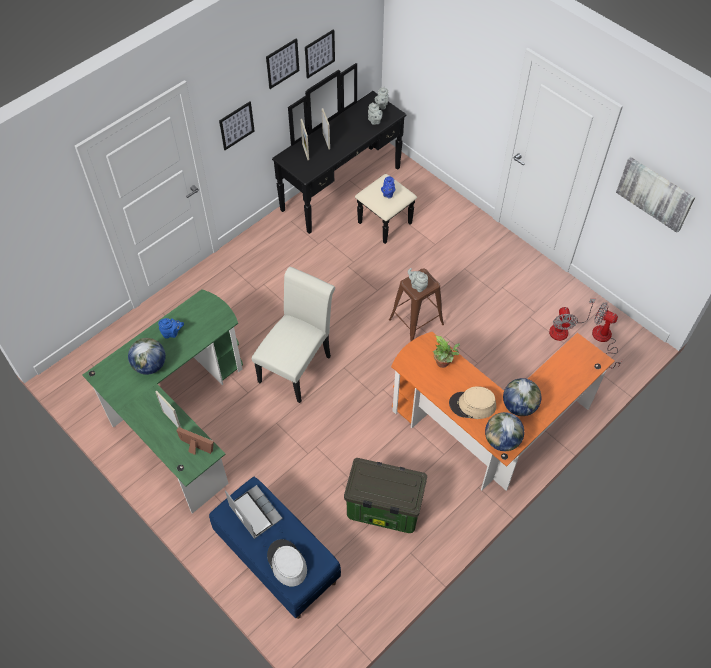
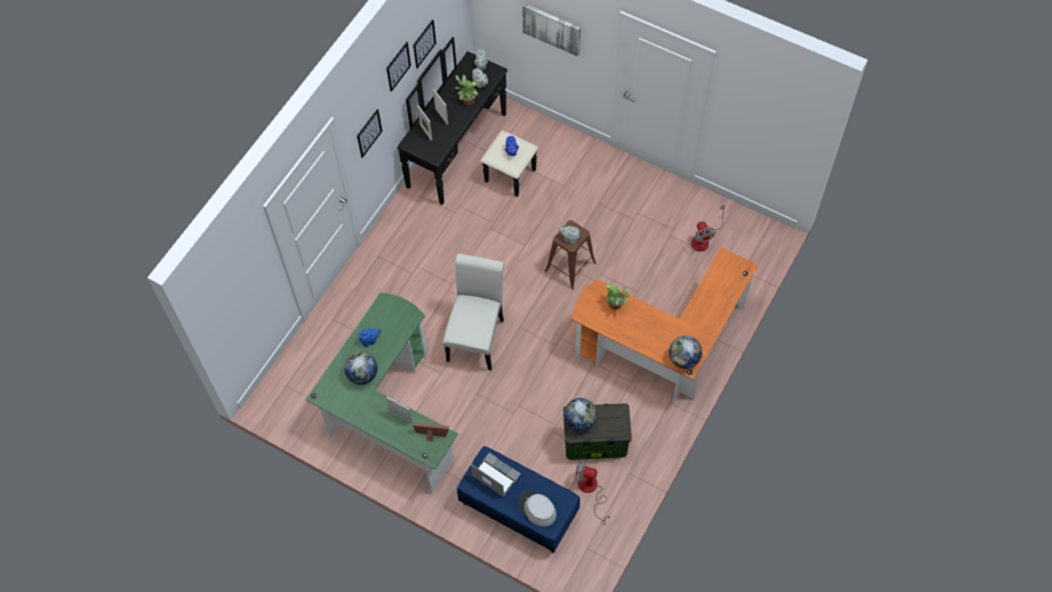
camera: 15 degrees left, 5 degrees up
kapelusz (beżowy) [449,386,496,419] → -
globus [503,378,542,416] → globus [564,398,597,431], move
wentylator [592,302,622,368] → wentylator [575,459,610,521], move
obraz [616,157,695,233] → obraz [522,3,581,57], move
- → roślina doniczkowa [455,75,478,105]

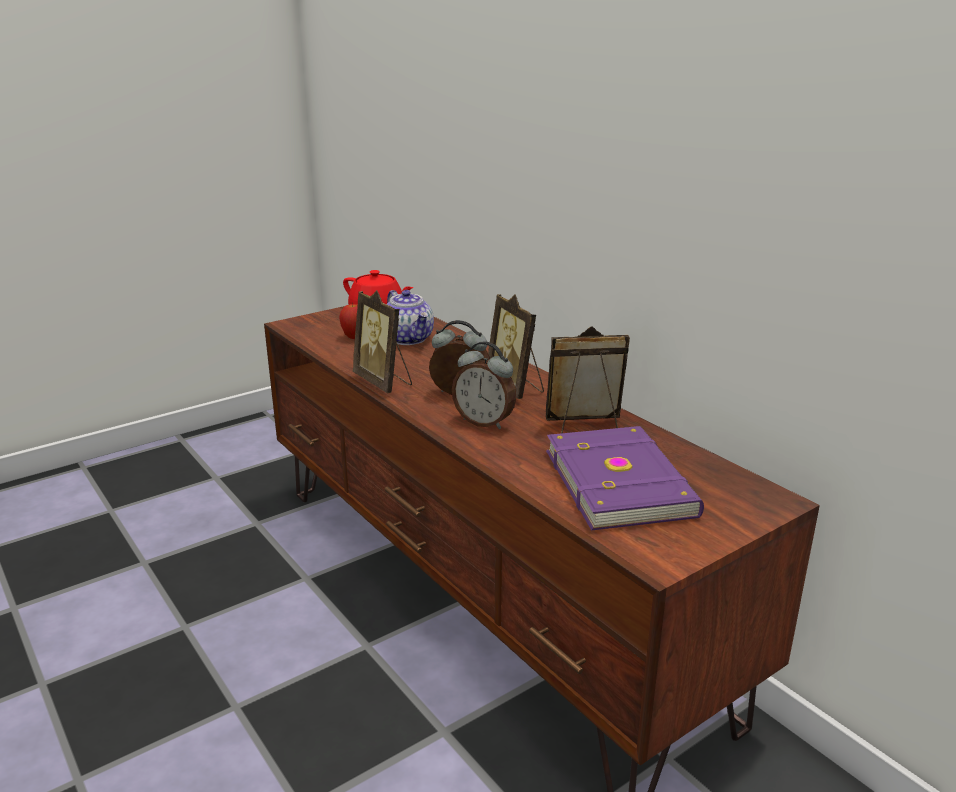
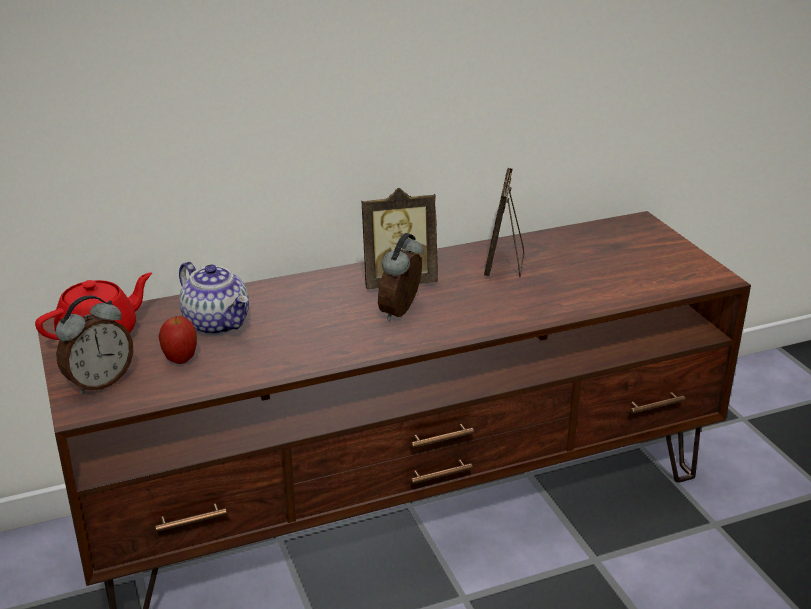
camera: 75 degrees left, 5 degrees up
ramka na zdjęcie [353,290,412,393] → -
imbryk [387,290,434,345] → imbryk [179,261,249,335], 60 degrees clockwise
budzik [452,341,516,429] → budzik [56,295,133,394], move
książka (fioletowy) [546,426,704,530] → -

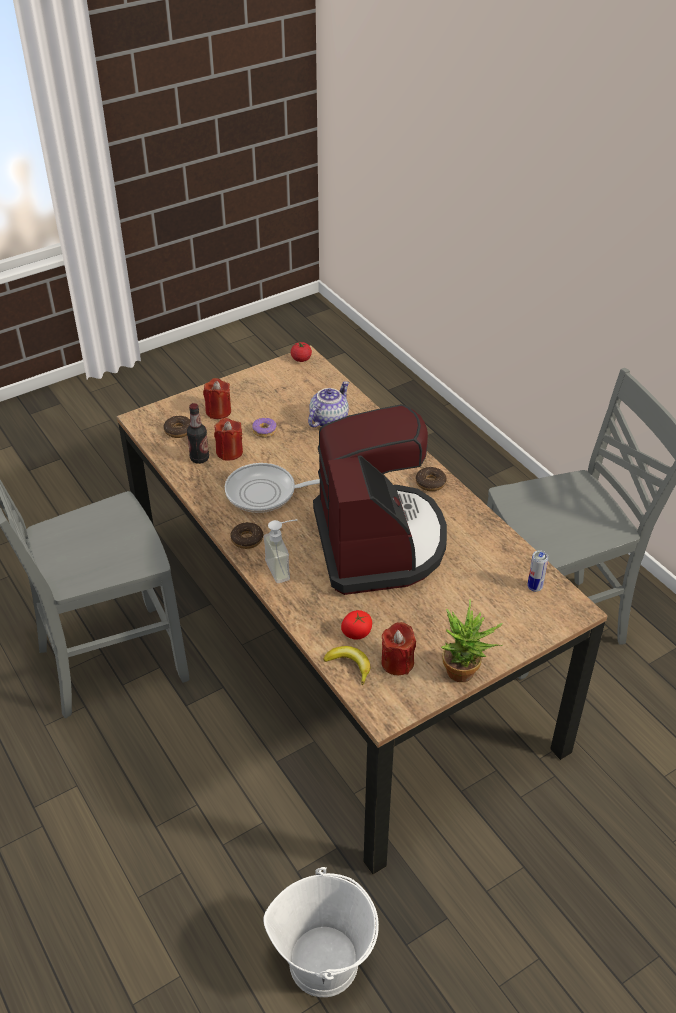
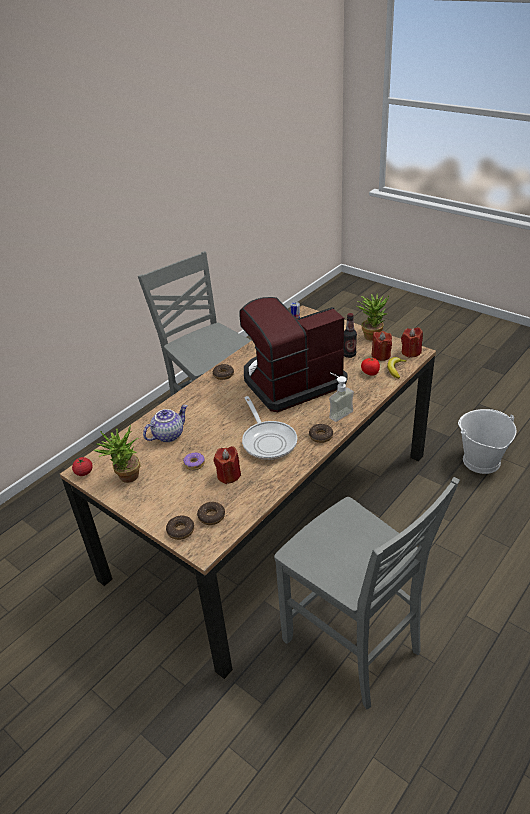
camera: 105 degrees left, 5 degrees down
butelka [187,403,209,464] → butelka [343,313,357,358], move
świeca (czerwony) [203,378,231,419] → świeca (czerwony) [401,327,423,358], move
imbryk [308,381,349,427] → imbryk [143,405,188,442], 120 degrees clockwise
- → roślina doniczkowa [94,425,141,483]
- → donut [166,516,194,540]

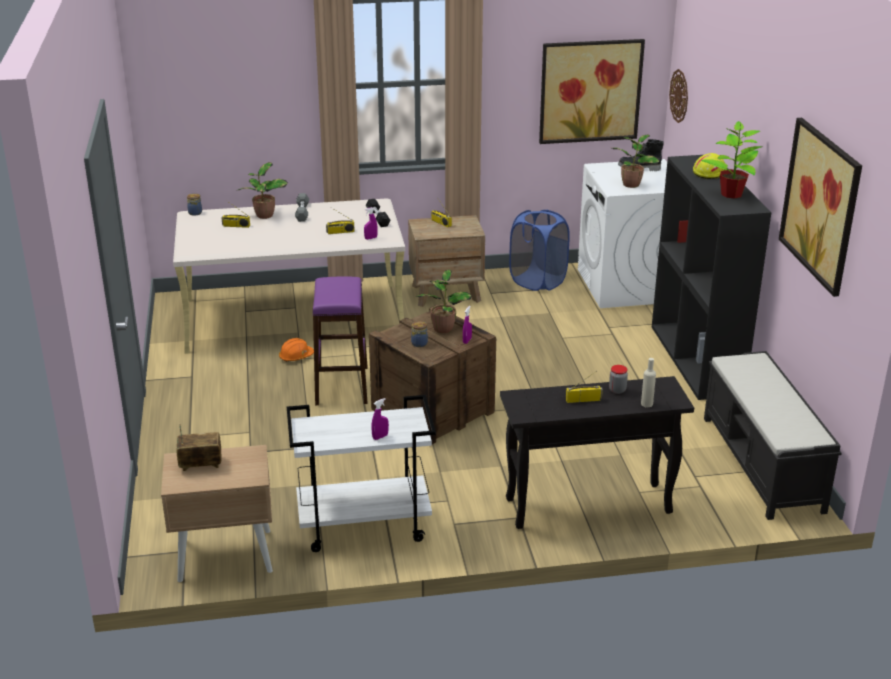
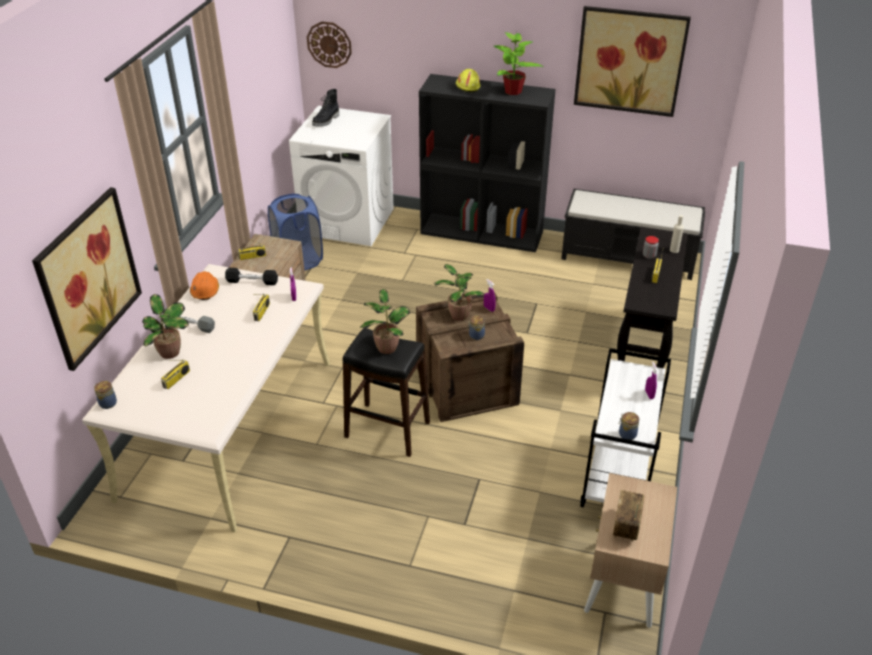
camera: 65 degrees left, 10 degrees up
kask (pomarańczowy) [279,338,314,362] → kask (pomarańczowy) [190,271,219,300], move
stołek (fioletowy) [313,276,368,405] → stołek (czarny) [343,328,430,457]
obraz [539,39,645,144] → obraz [32,187,142,371], move
roślina doniczkowa [611,135,660,188] → roślina doniczkowa [360,289,410,354], move
- → słoik [619,412,639,440]

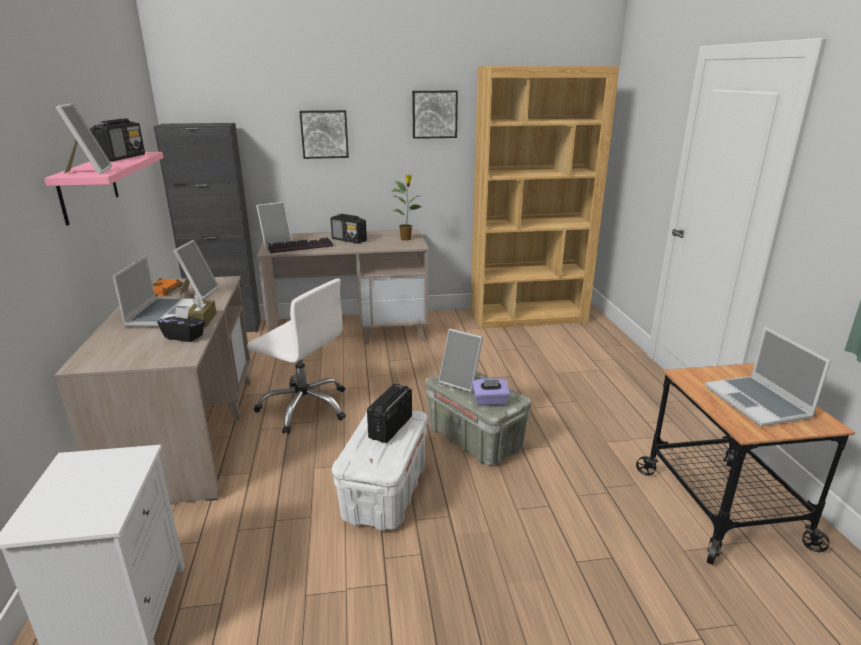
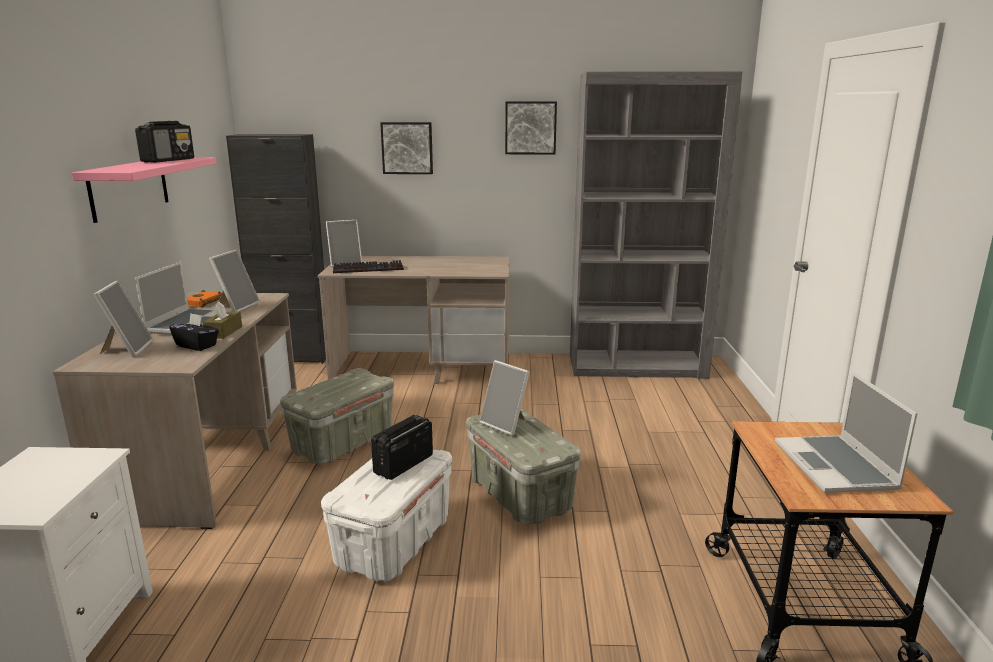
camera: 10 degrees right, 5 degrees down
ramka na zdjęcie [56,103,112,174] → ramka na zdjęcie [93,281,153,357], move
krzesło biurowe (biały) [247,279,346,434] → pojemnik do przechowywania (szary) [280,368,394,464]
radio [331,214,367,244] → -
roślina doniczkowa [391,174,421,241] → -
regał (brązowy) [470,66,619,329] → regał (szary) [570,71,743,379]
pudełko chusteczek (fioletowy) [472,378,510,406] → -

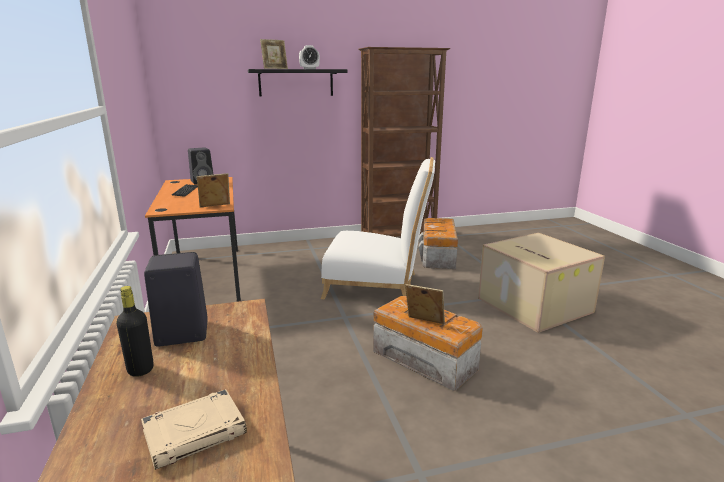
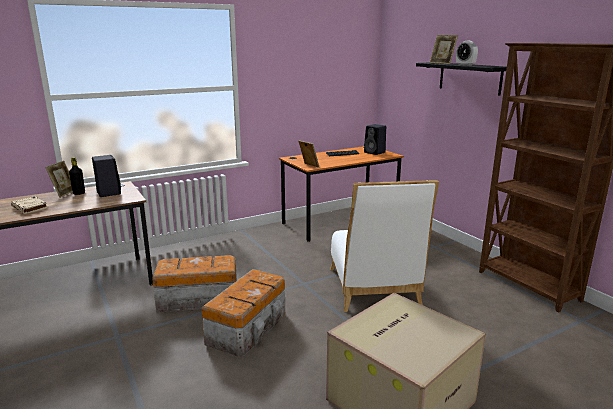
camera: 75 degrees right, 0 degrees up
ramka na zdjęcie [405,284,445,324] → ramka na zdjęcie [45,161,73,198], move
pojemnik do przechowywania [419,218,458,269] → pojemnik do przechowywania [152,255,237,313], move

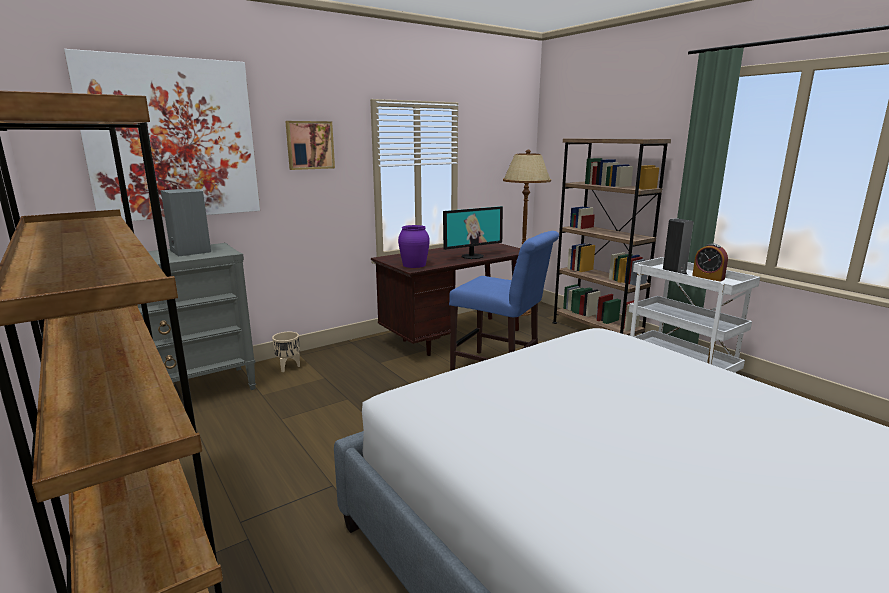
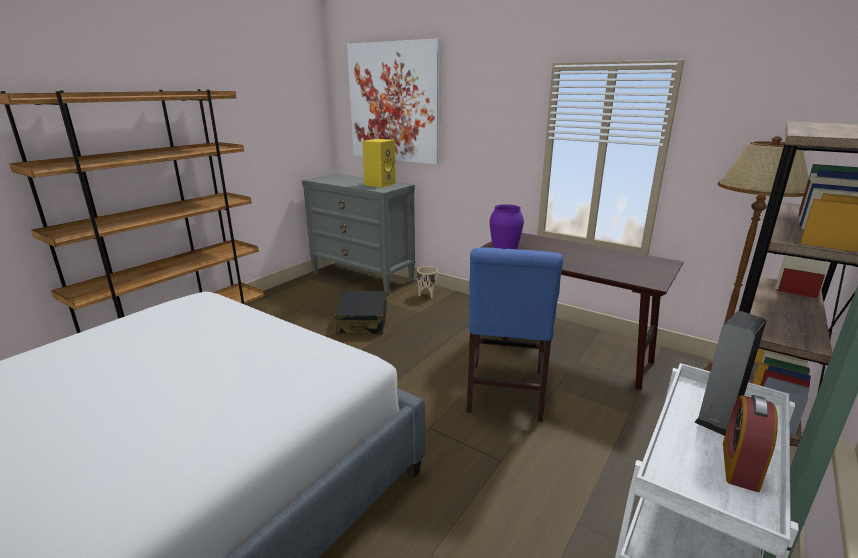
camera: 70 degrees right, 5 degrees up
głośnik (szary) [161,188,211,256] → głośnik (żółty) [362,139,396,188]
obraz [285,121,335,170] → -
monitor [443,206,503,259] → -
- → walizka (czarny) [335,291,387,335]

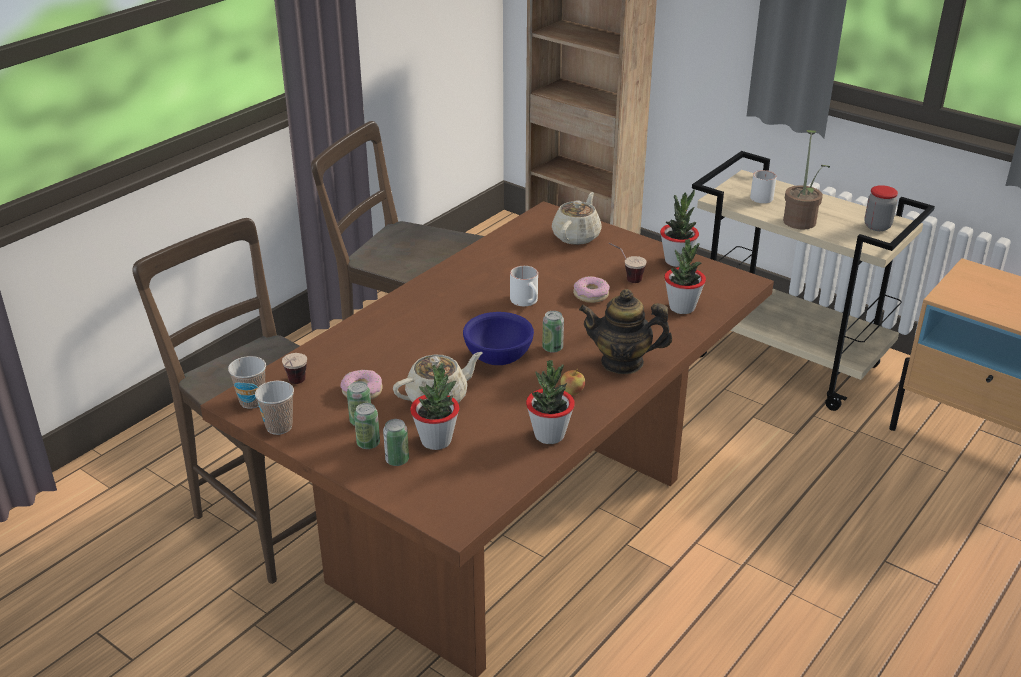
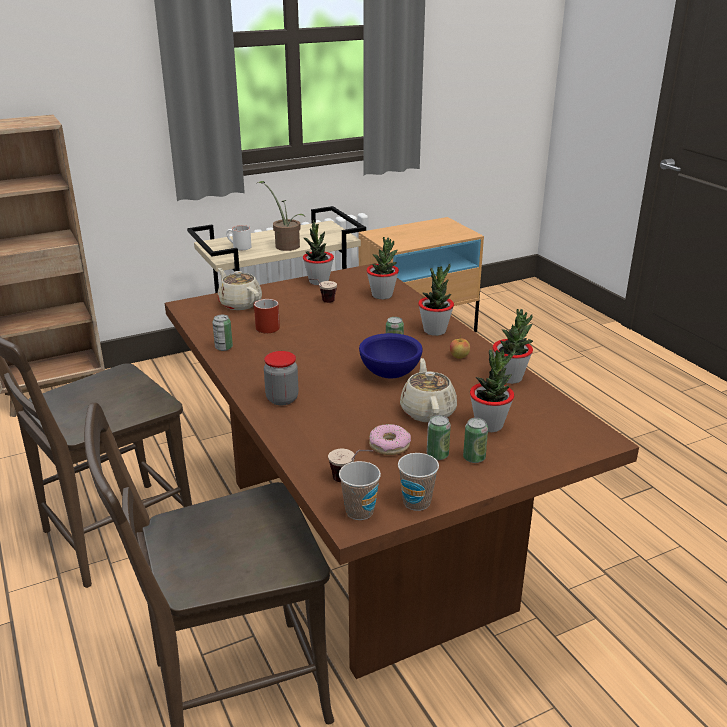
camera: 65 degrees left, 5 degrees down
puszka [383,419,409,466] → puszka [213,315,233,351], move
kubek (biały) [510,266,538,306] → -
donut [573,276,610,303] → -
imbryk [579,289,672,374] → roślina doniczkowa [418,263,454,336]
słoik [864,185,898,231] → słoik [264,351,298,405], move
- → kubek (czerwony) [253,299,280,333]

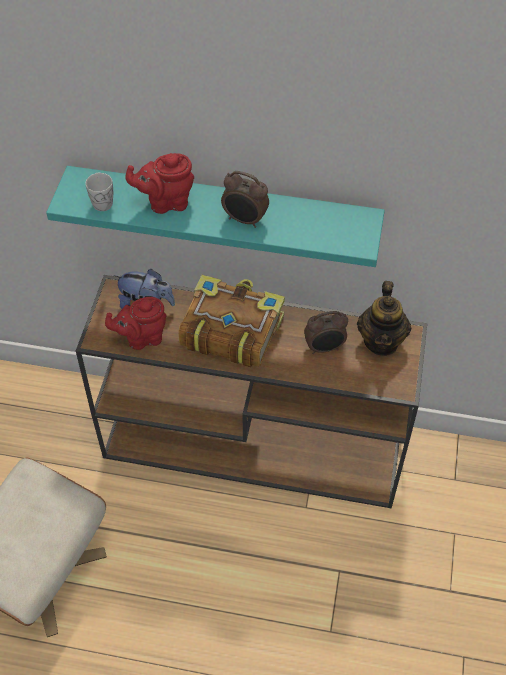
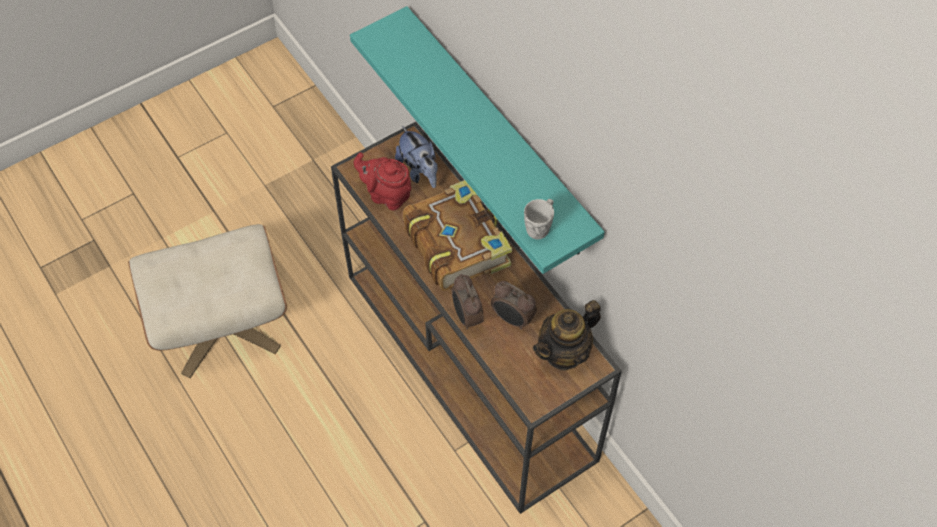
camera: 45 degrees right, 5 degrees up
kubek (biały) [85,173,113,211] → kubek (biały) [524,199,554,239], move
imbryk (czerwony) [125,153,194,214] → -
budzik [221,171,269,228] → budzik [452,274,484,329], move

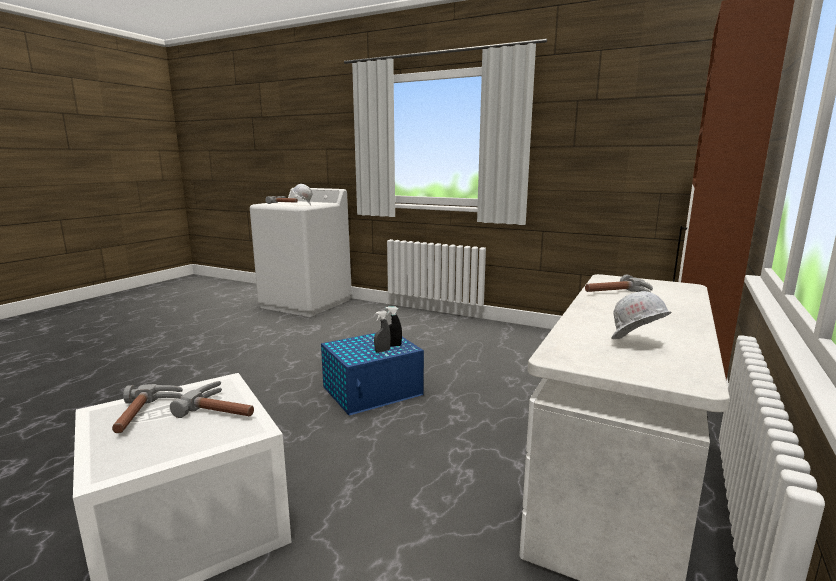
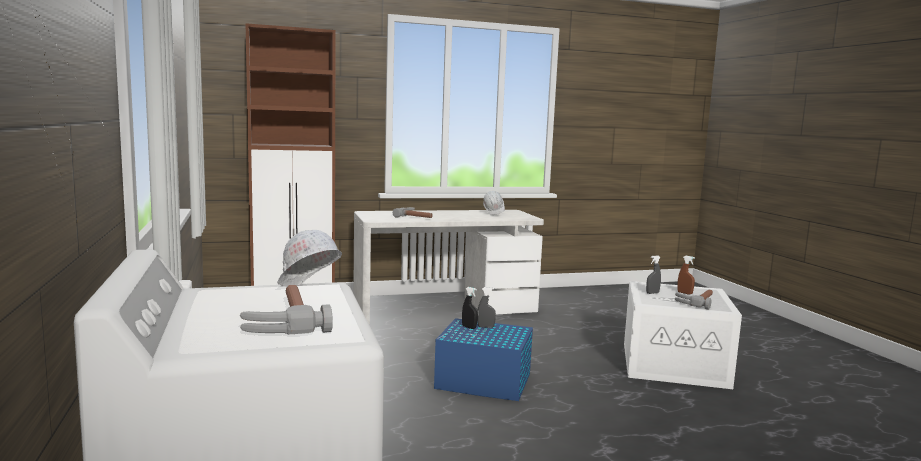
camera: 135 degrees left, 5 degrees down
młotek [170,381,254,418] → spryskiwacz (szary) [646,256,661,294]
- → spryskiwacz (brązowy) [677,256,695,294]

